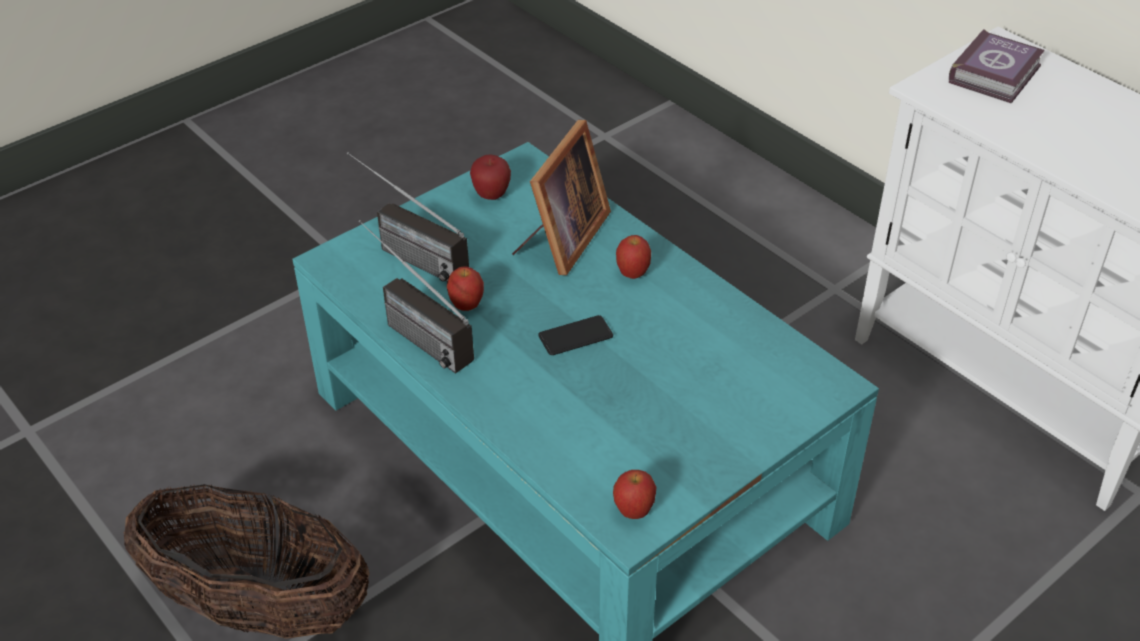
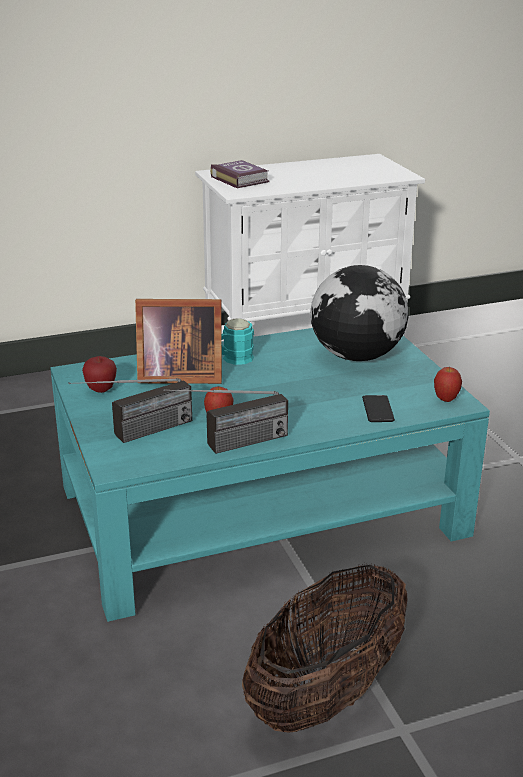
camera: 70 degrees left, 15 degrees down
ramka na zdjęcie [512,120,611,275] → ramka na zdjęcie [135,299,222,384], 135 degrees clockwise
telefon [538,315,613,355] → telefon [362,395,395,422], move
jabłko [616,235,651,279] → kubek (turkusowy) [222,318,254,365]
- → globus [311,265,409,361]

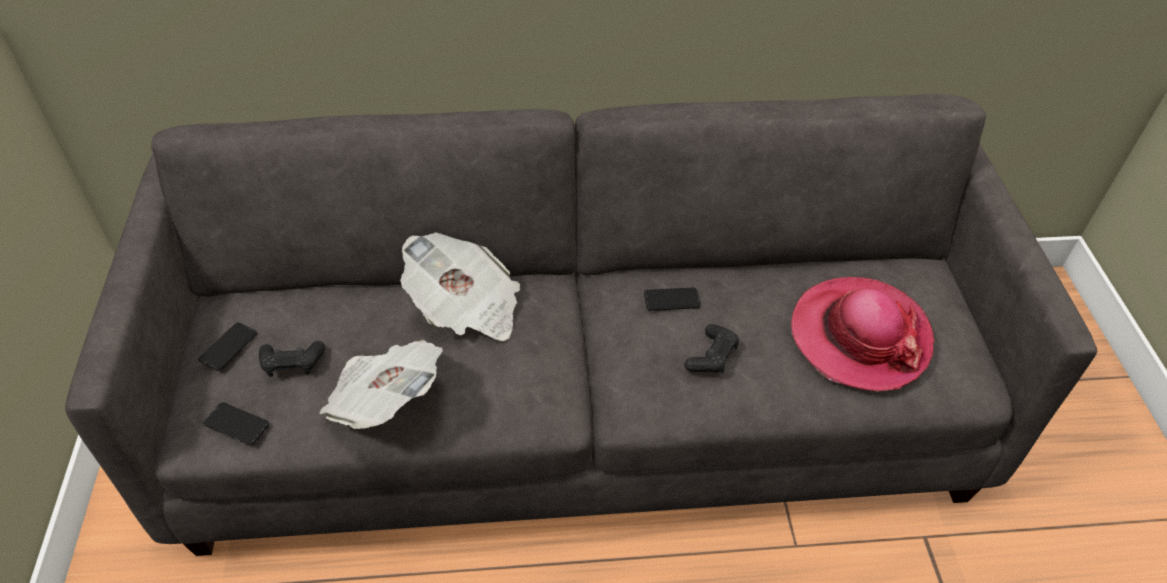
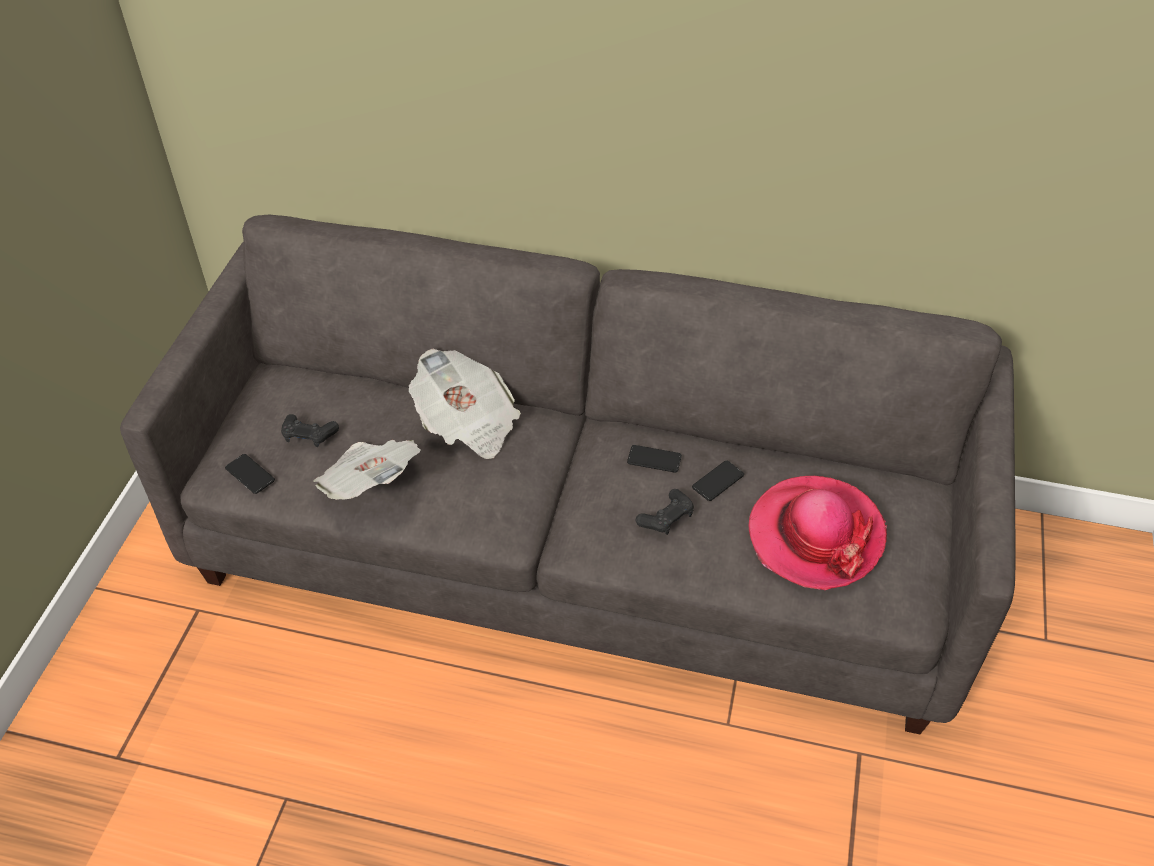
camera: 20 degrees right, 0 degrees up
telefon [198,322,257,371] → telefon [692,460,744,501], move

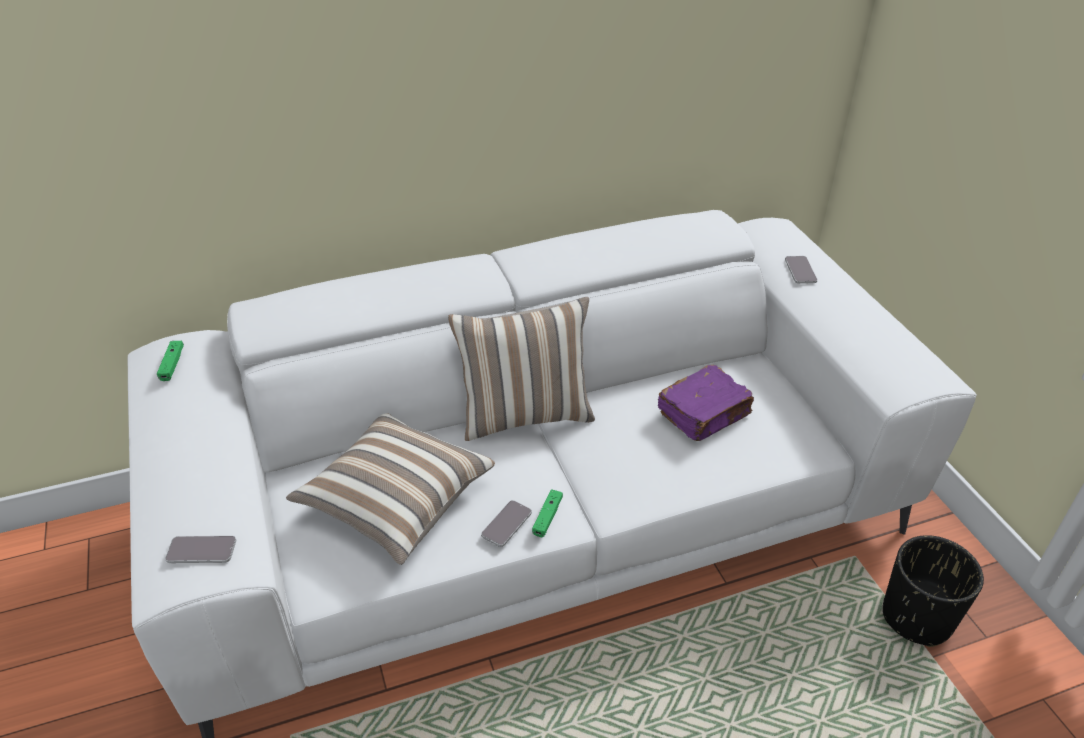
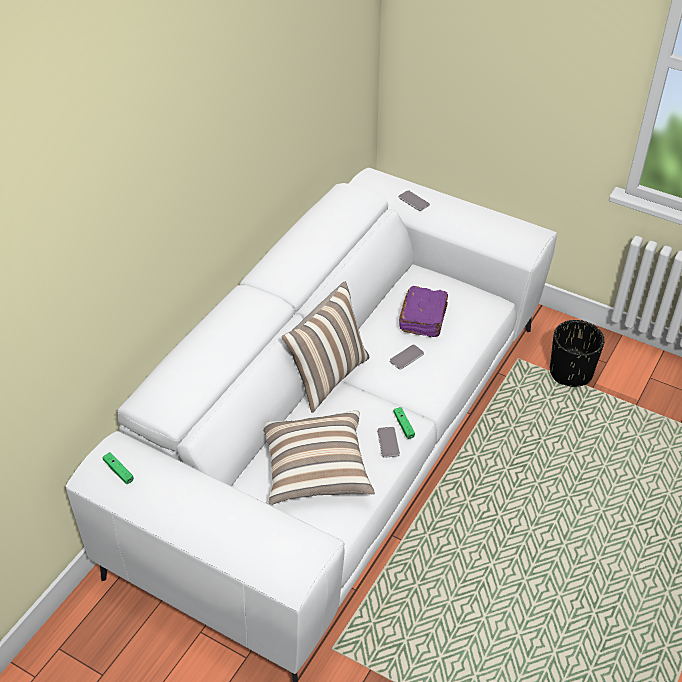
camera: 40 degrees left, 5 degrees up
telefon [165,536,236,563] → telefon [390,344,424,369], move

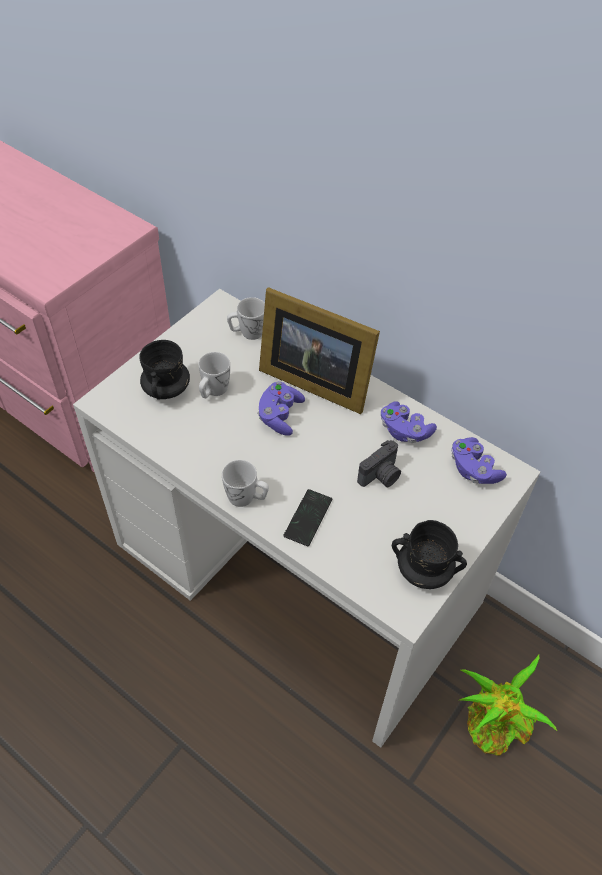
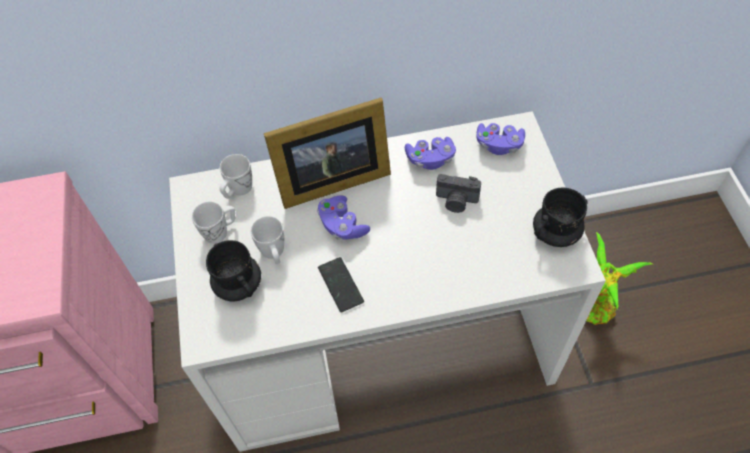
camera: 45 degrees left, 5 degrees up
kubek (biały) [222,460,269,507] → kubek (biały) [192,202,235,244], move
telefon [283,489,332,546] → telefon [318,257,364,312], move
aparat fotograficzny [357,440,401,487] → aparat fotograficzny [436,174,481,213], 105 degrees clockwise

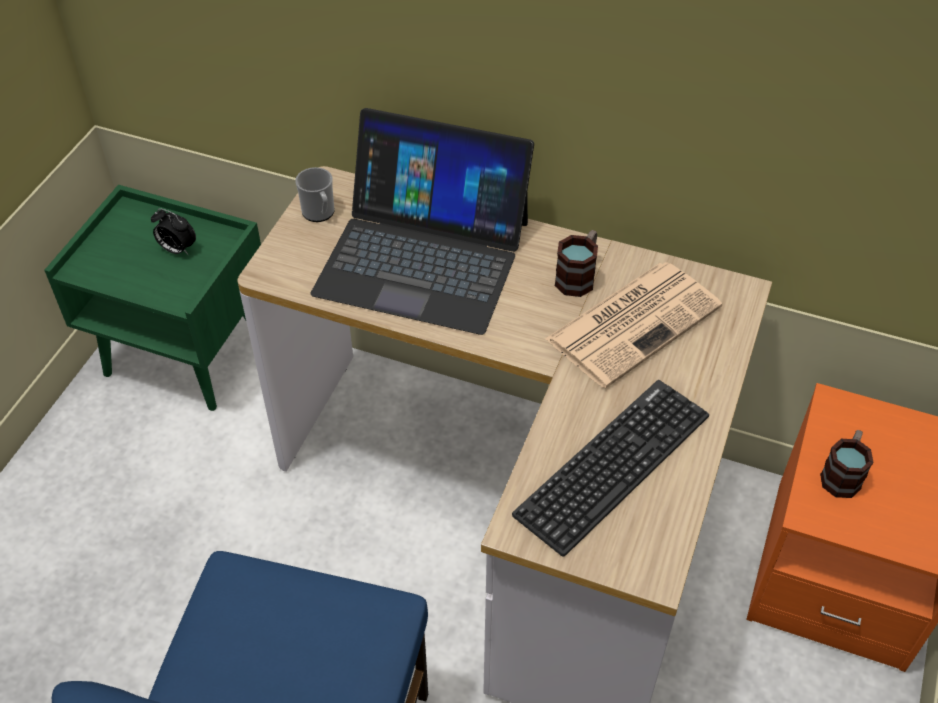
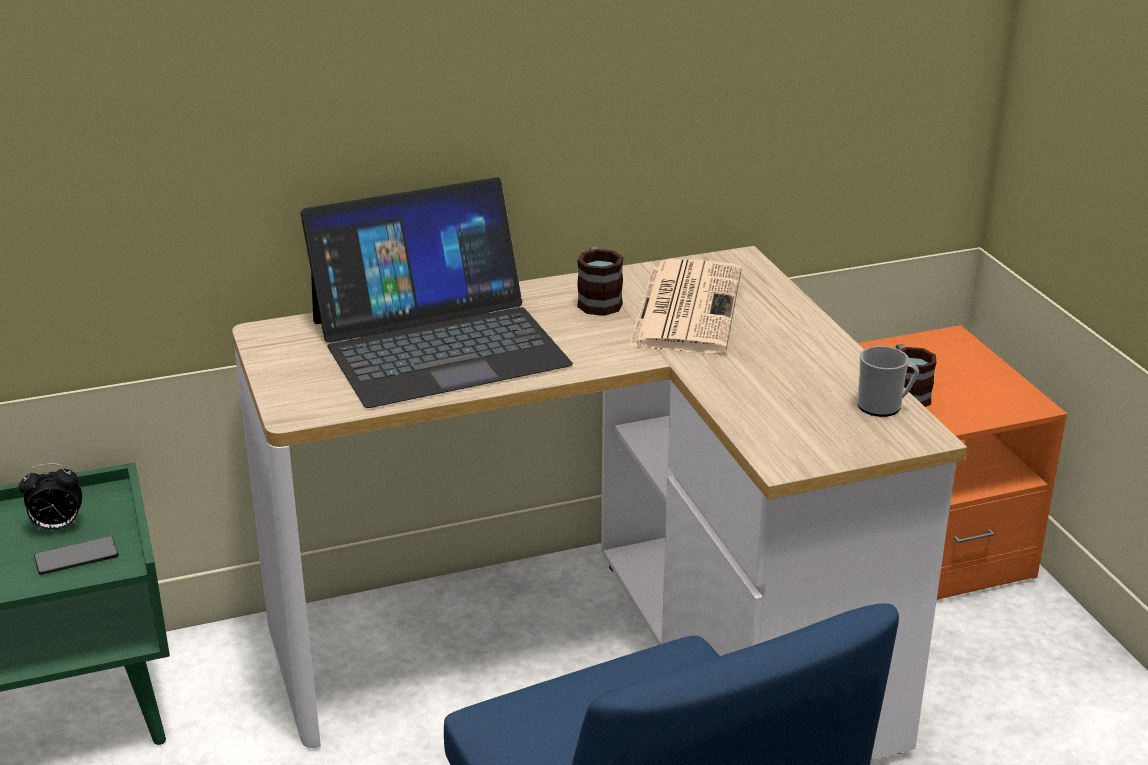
camera: 40 degrees left, 20 degrees down
kubek [295,167,335,222] → kubek [857,346,919,417], move
klawiatura [512,380,709,557] → -
- → telefon [34,536,119,575]

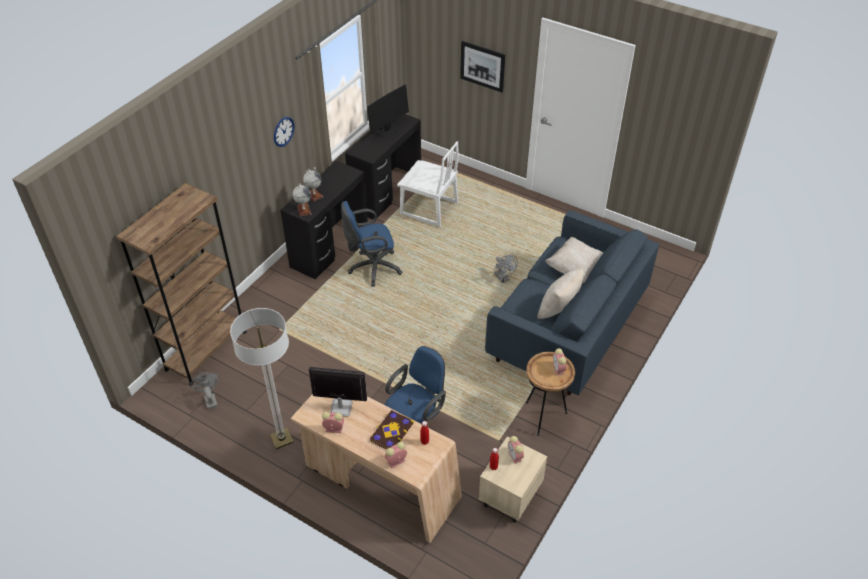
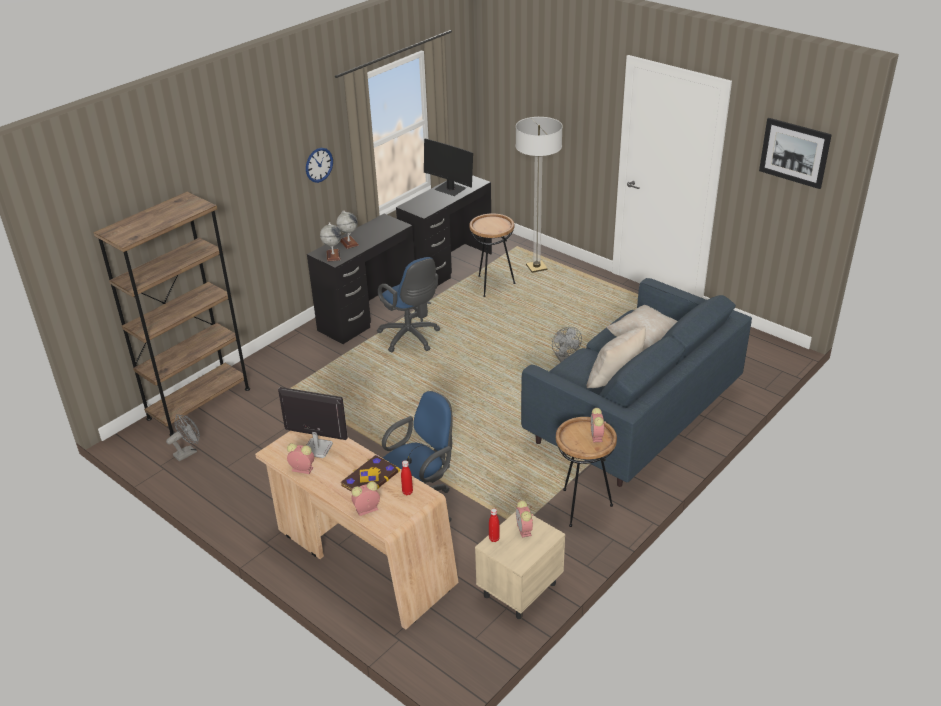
camera: 10 degrees right, 10 degrees down
wentylator (szary) [190,372,220,409] → wentylator (szary) [166,414,200,461], 60 degrees clockwise
lampa stojąca [230,308,294,449] → lampa stojąca [515,117,563,273], move
krzesło biurowe (niebieski) [341,201,403,287] → krzesło biurowe (niebieski) [377,257,440,352], 120 degrees counterclockwise
monitor [367,85,409,138] → monitor [424,139,473,196], 75 degrees clockwise
krzesło (biały) [397,141,459,226] → stolik (brązowy) [469,213,515,297]
obraz [460,41,505,92] → obraz [759,118,832,189], move

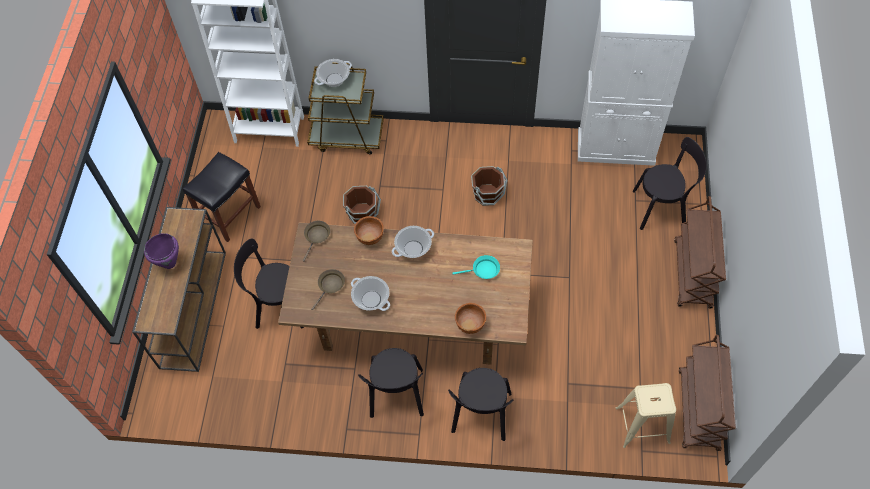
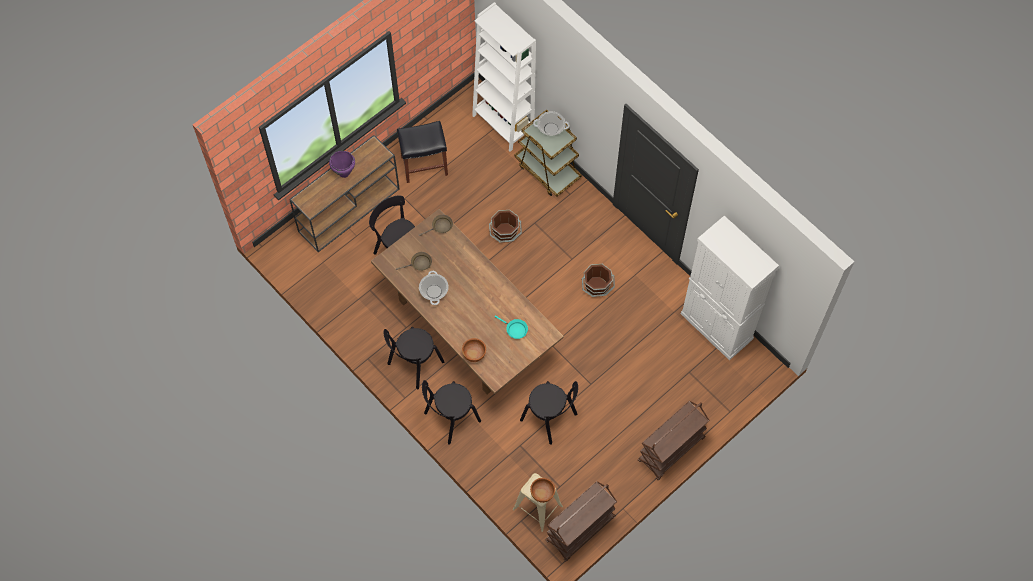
camera: 40 degrees right, 5 degrees up
miska (brązowy) [354,216,384,245] → miska (brązowy) [530,478,555,503], move
garnek [392,226,434,258] → -
krzesło (czarny) [633,137,707,230] → krzesło (czarny) [520,381,578,445], move

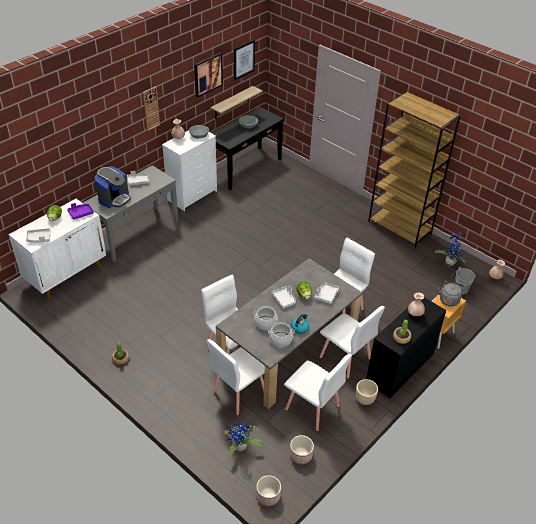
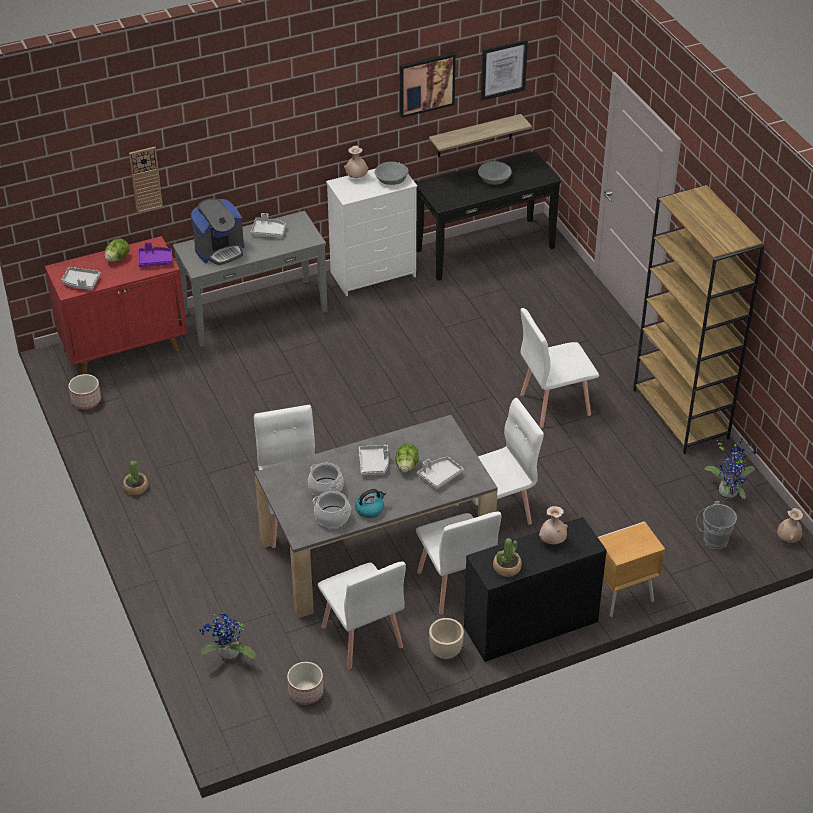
camera: 25 degrees right, 0 degrees up
szafka (biały) [8,199,106,299] → szafka (czerwony) [45,236,187,374]
zegar ścienny [143,86,160,131] → zegar ścienny [129,147,163,213], move
krzesło (biały) [207,339,265,415] → krzesło (biały) [520,308,599,428], move
donica [256,475,281,506] → donica [69,374,101,409], move
czajnik (szary) [437,280,464,307] → -

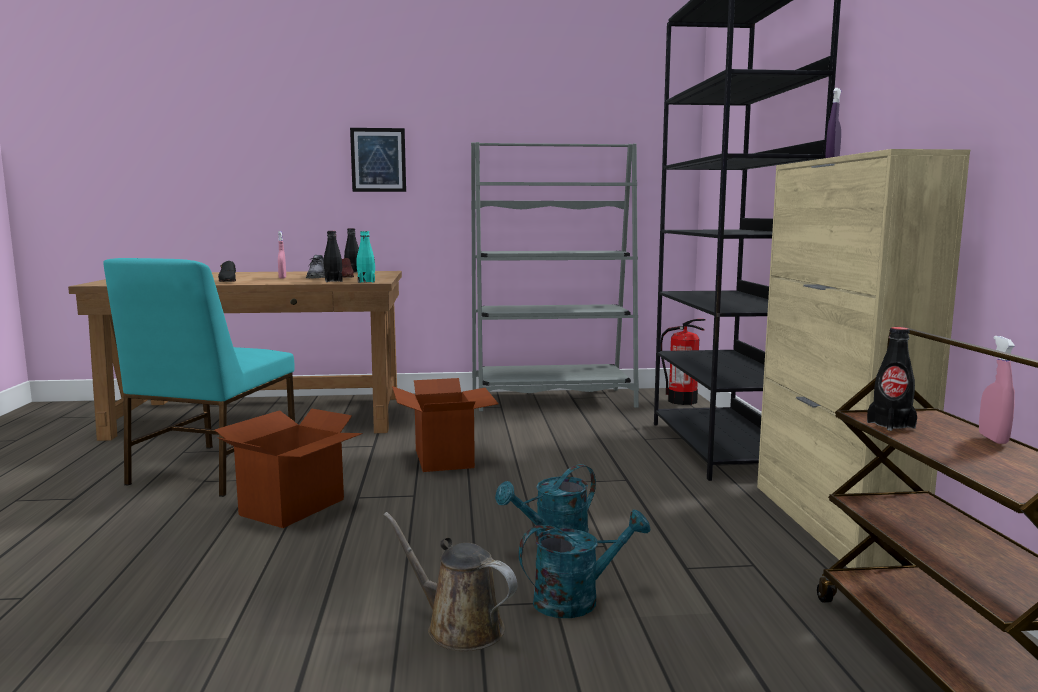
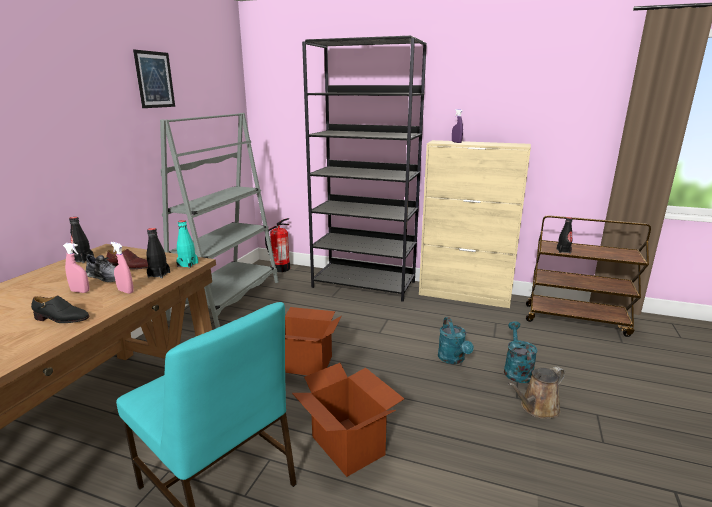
camera: 65 degrees left, 10 degrees up
obraz [350,128,406,192] → obraz [133,50,175,108], move
spryskiwacz (różowy) [979,336,1015,444] → spryskiwacz (różowy) [111,242,134,294], move

